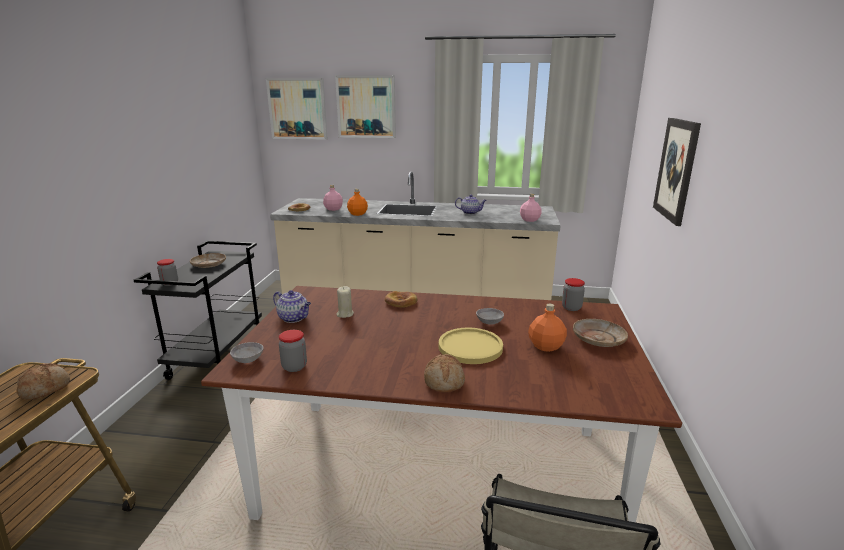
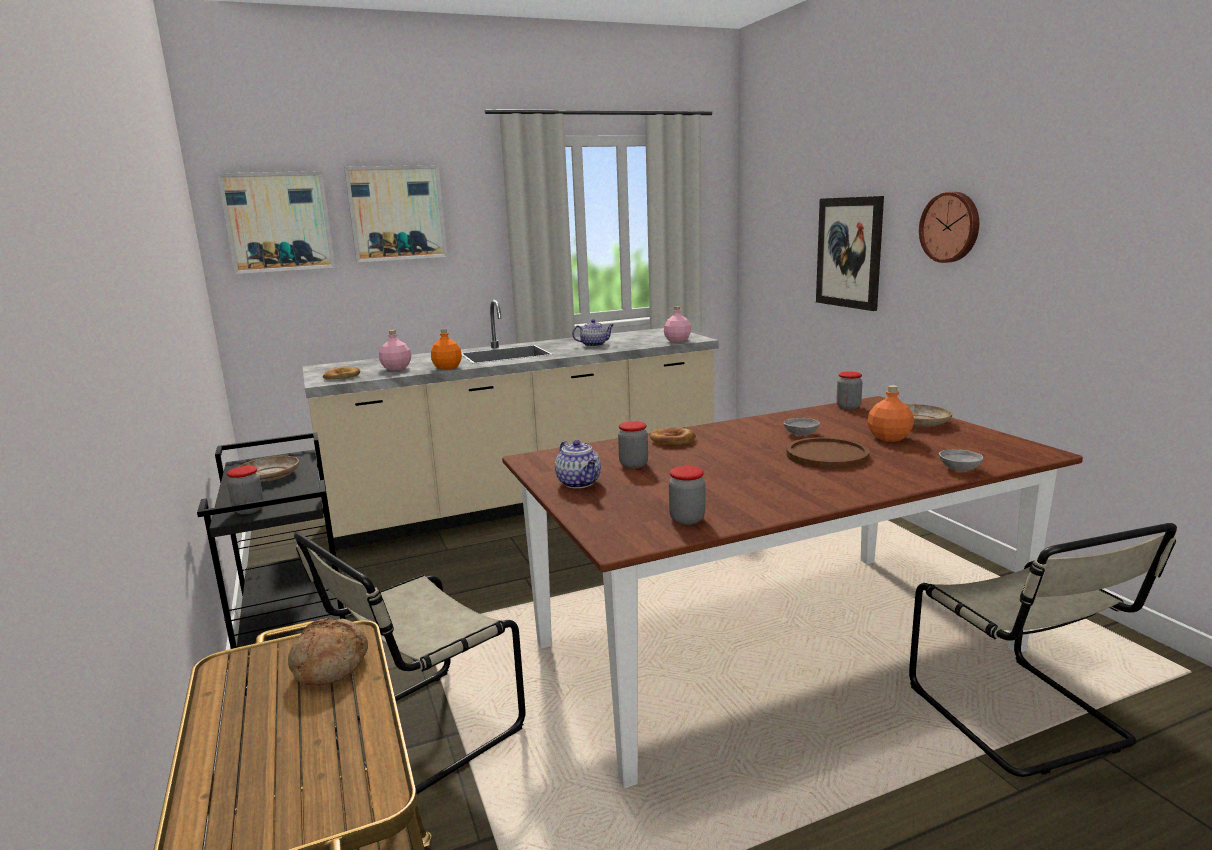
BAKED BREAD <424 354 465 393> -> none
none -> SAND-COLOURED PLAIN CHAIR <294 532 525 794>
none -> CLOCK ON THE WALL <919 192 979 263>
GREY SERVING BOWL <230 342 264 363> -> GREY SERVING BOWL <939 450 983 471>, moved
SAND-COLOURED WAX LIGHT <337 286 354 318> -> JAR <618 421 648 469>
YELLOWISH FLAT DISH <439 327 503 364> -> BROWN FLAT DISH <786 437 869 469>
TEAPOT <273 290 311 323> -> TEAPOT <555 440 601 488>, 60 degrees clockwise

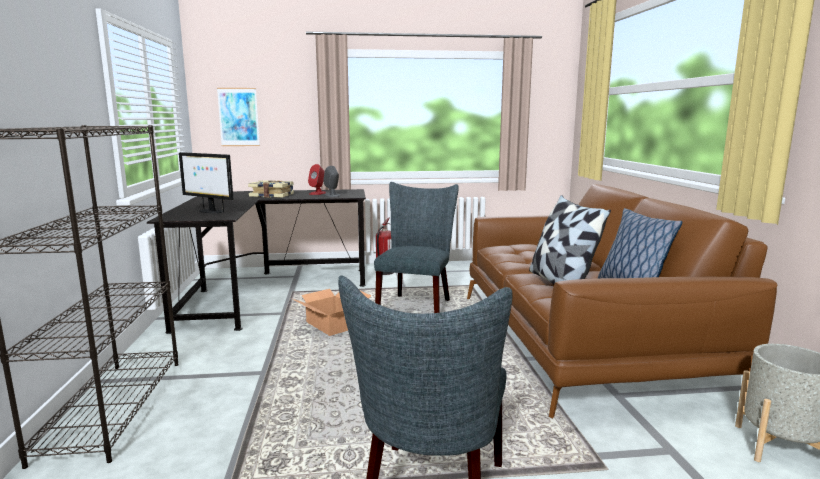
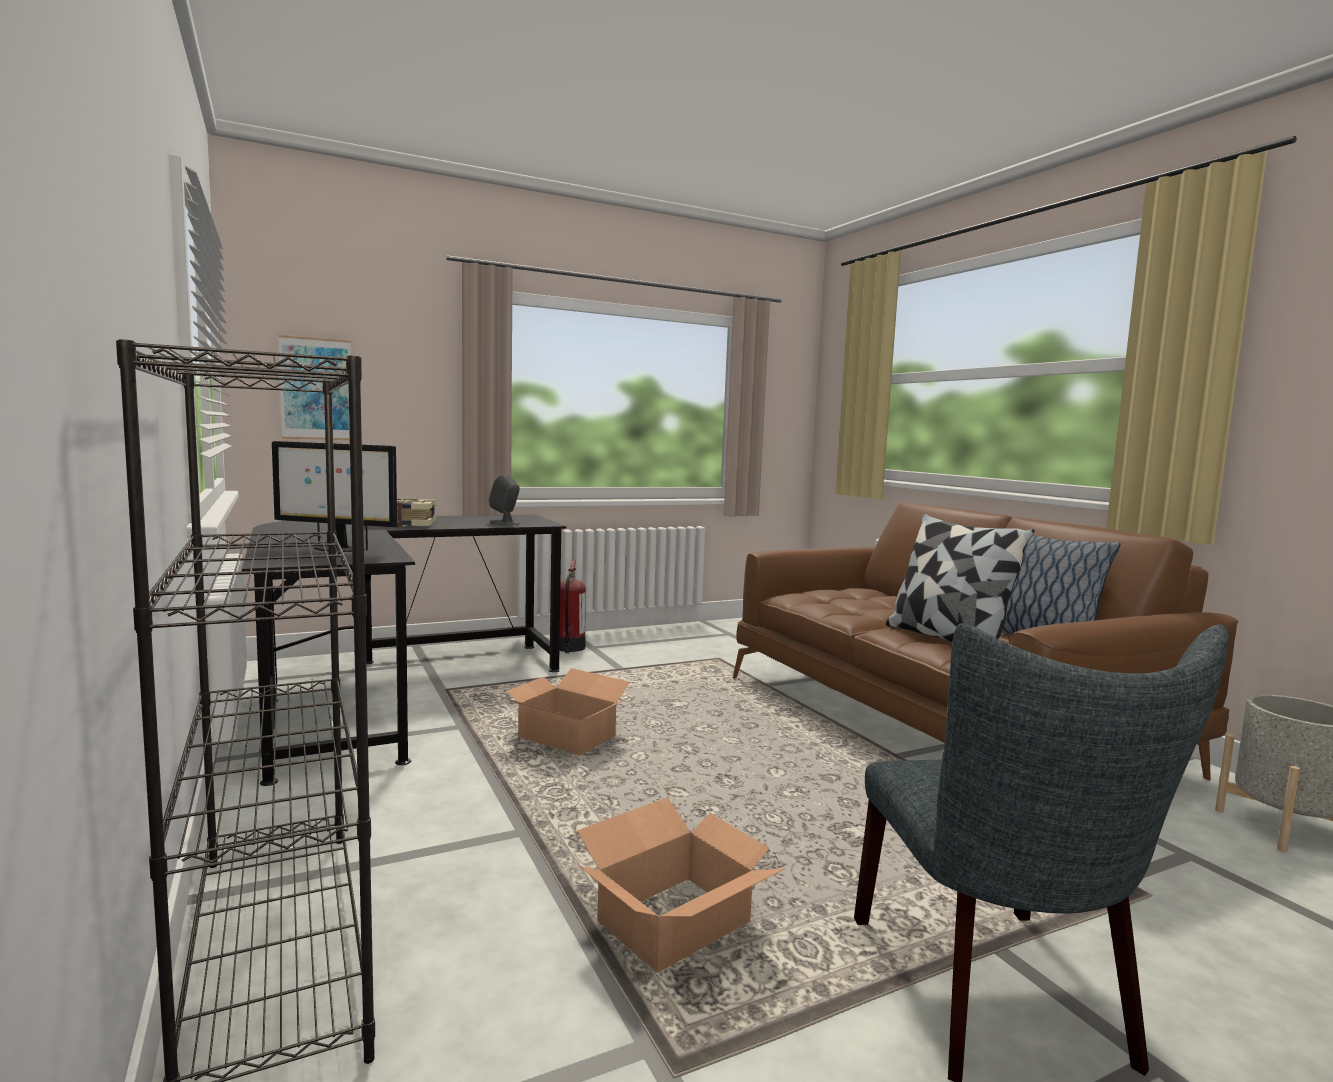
RED AUDIO SPEAKER <308 164 326 195> -> none
GREY PLAIN CHAIR <374 182 459 313> -> none
none -> PACKING BOX <577 797 785 973>

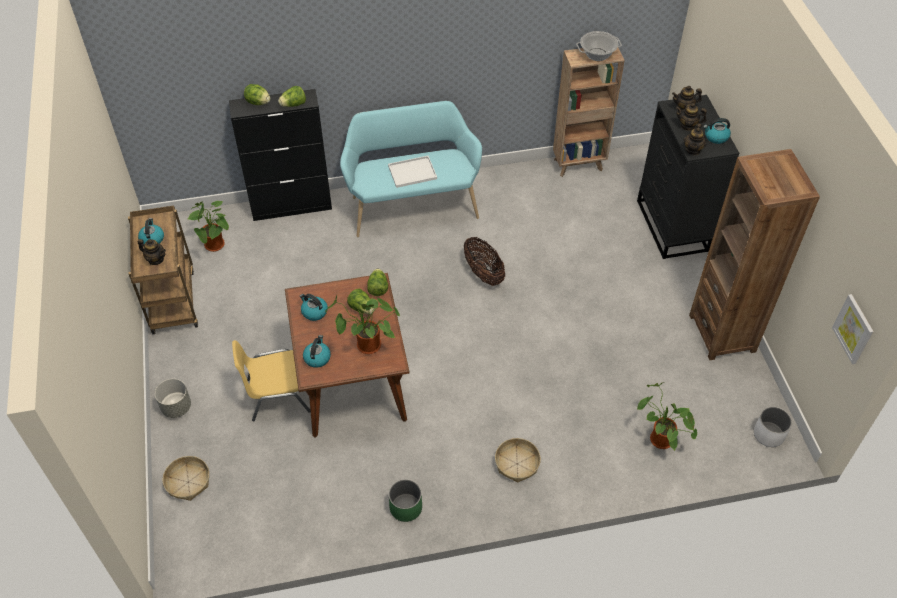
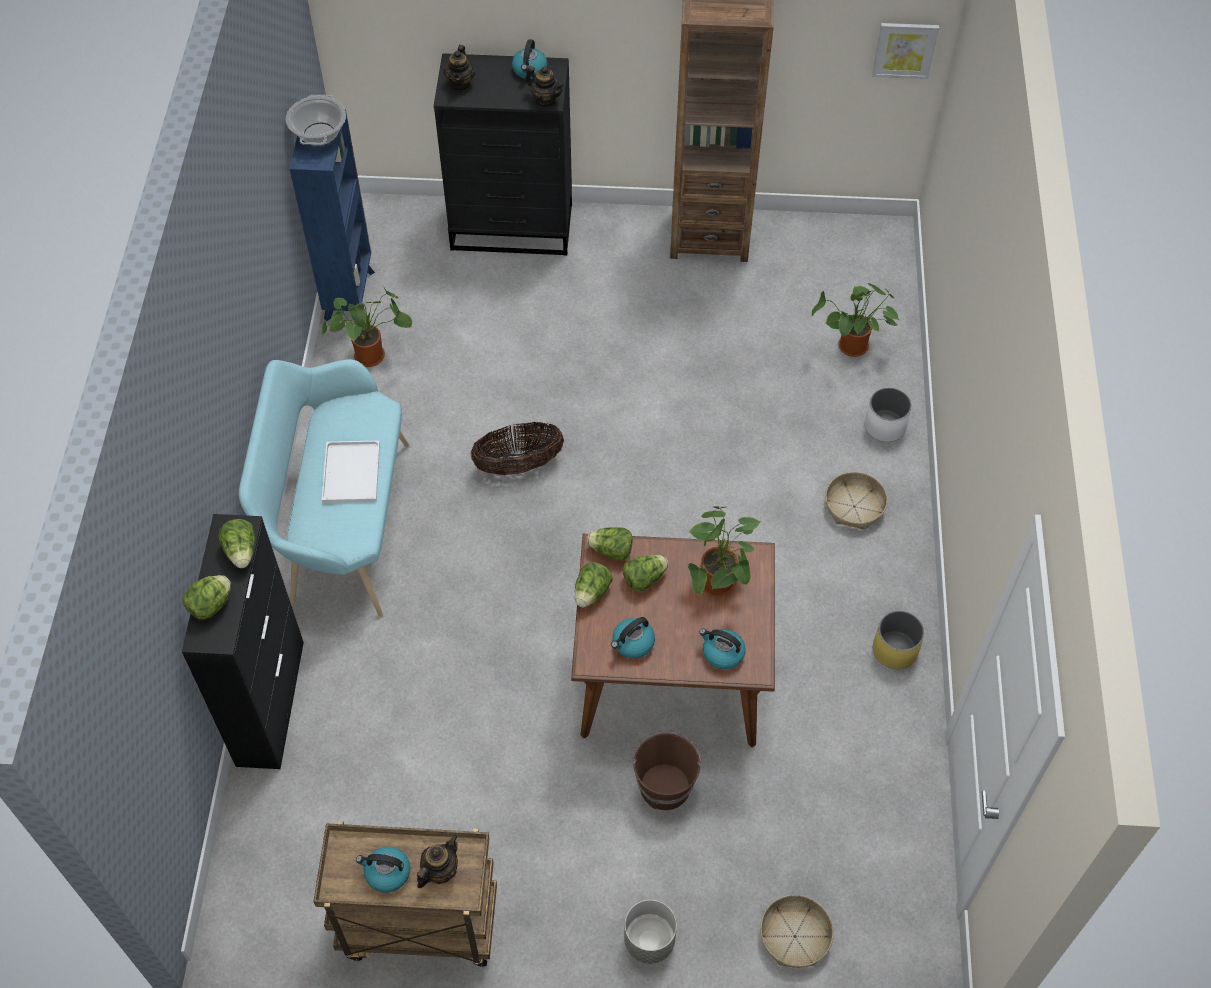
TEAPOT <676 103 707 131> -> none
none -> LETTUCE HEAD <575 562 613 607>
PLANT IN A POT <188 201 229 252> -> PLANT IN A POT <322 287 412 367>, moved
WHITISH PLANT POT <754 407 792 447> -> WHITISH PLANT POT <865 387 912 442>, moved
YELLOWISH PLAIN CHAIR <232 340 311 421> -> BROWN BUCKET <633 731 701 810>
GREEN PLANT POT <389 479 422 522> -> YELLOWISH PLANT POT <873 610 924 669>
BROWN SHELVING UNIT <553 48 625 177> -> BLUE-COLOURED SHELVING UNIT <290 109 375 321>

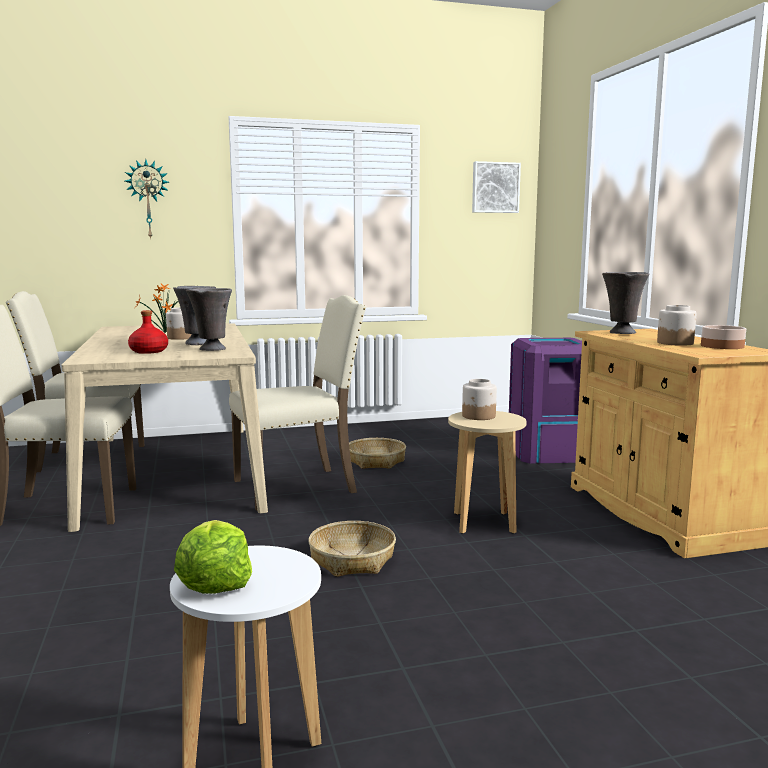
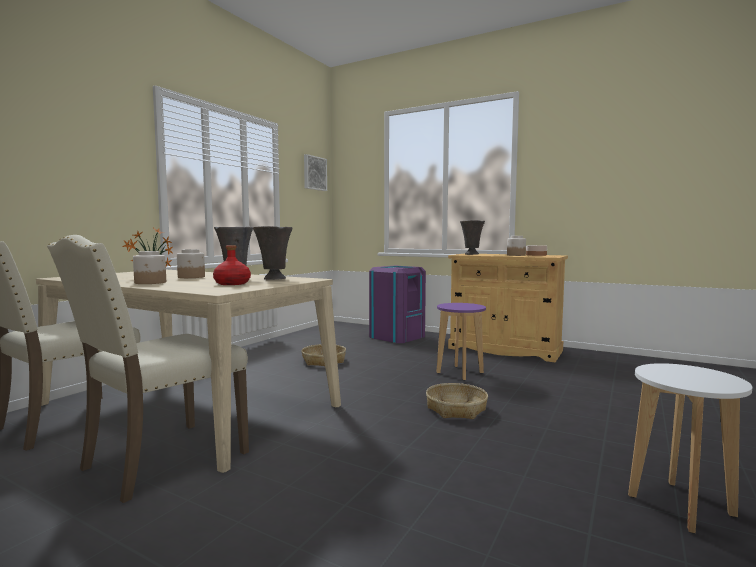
CLOCK ON THE WALL <125 159 169 240> -> none
LETTUCE HEAD <174 520 252 594> -> none
SAND-COLOURED PLAIN CHAIR <229 295 366 511> -> none
JAR <462 379 497 420> -> JAR <133 251 166 284>, moved
SAND-COLOURED STOOL SEAT <448 411 527 534> -> PURPLISH STOOL SEAT <437 303 486 380>

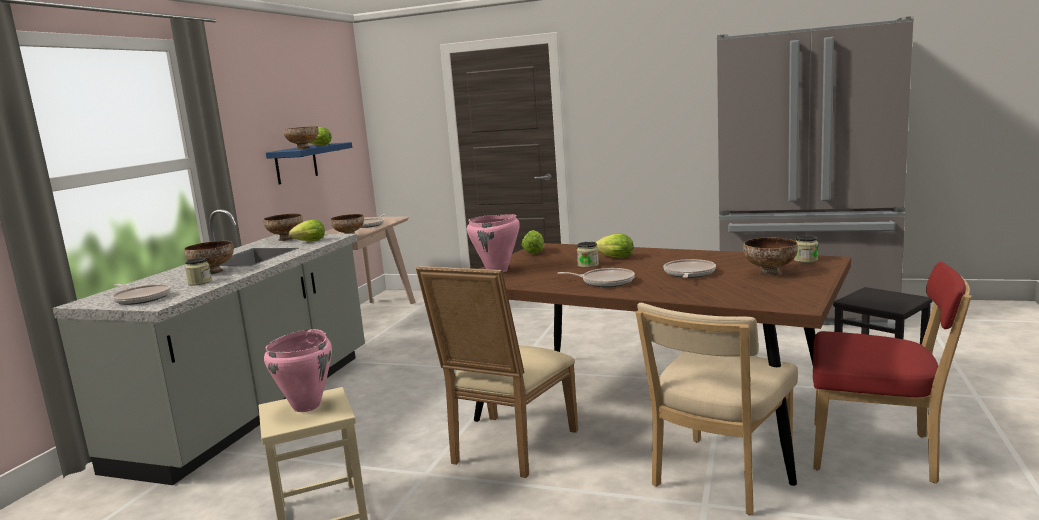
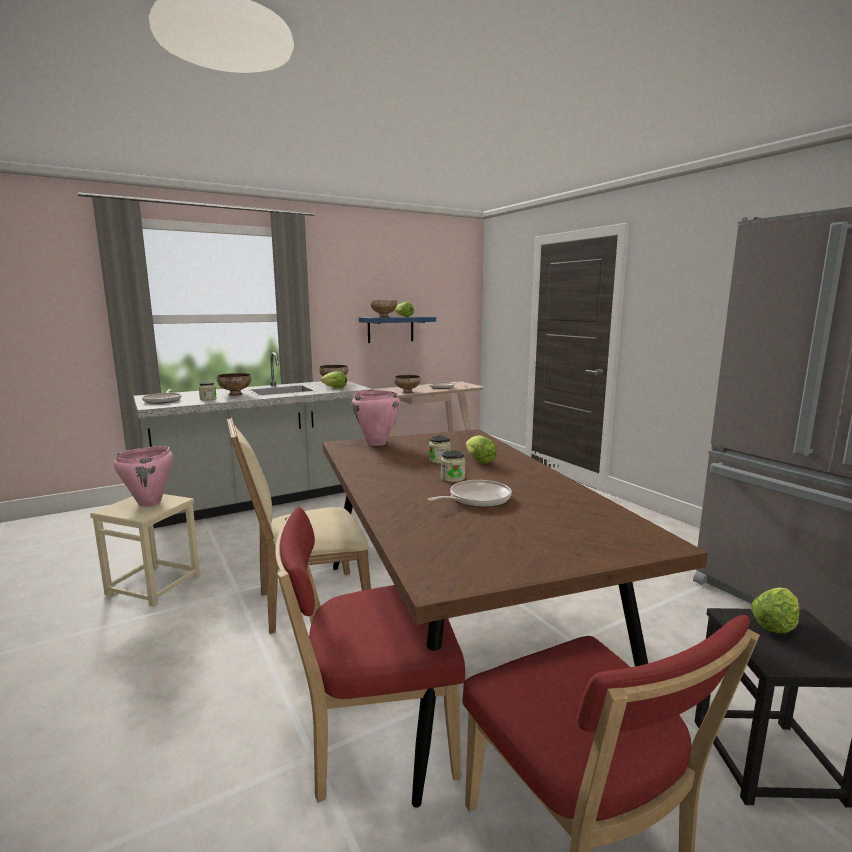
FRYING PAN <557 268 635 287> -> none
SERVING BOWL <743 238 798 276> -> none
LETTUCE HEAD <522 230 544 254> -> LETTUCE HEAD <751 587 799 633>, moved
JAR <794 235 818 263> -> JAR <441 451 465 482>, moved
SAND-COLOURED PLAIN CHAIR <636 303 798 515> -> RED PLAIN CHAIR <275 507 465 803>

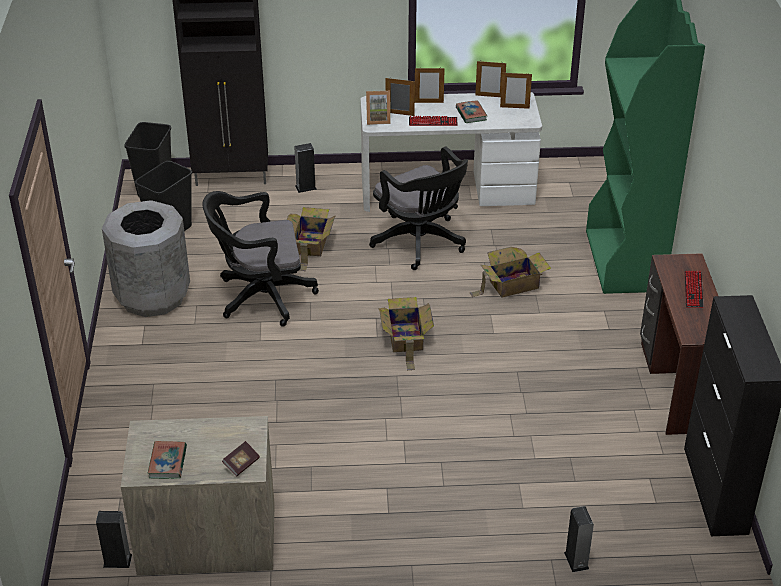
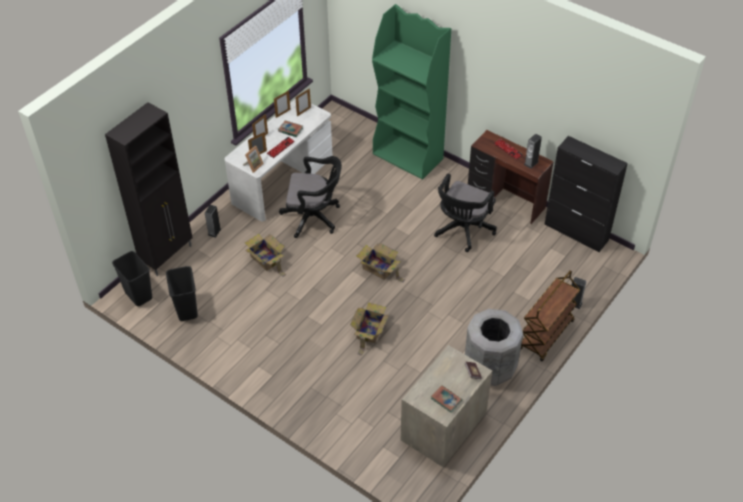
none -> BROWN WHEELED CART <521 270 580 361>
AUDIO SPEAKER <96 511 132 568> -> AUDIO SPEAKER <524 134 542 169>, moved
GREY TRASH CAN <102 200 190 317> -> GREY TRASH CAN <465 309 523 386>, moved
BLACK-COLOURED OFFICE CHAIR <202 191 319 327> -> BLACK-COLOURED OFFICE CHAIR <434 174 497 252>, moved
PACKING BOX <470 247 551 297> -> PACKING BOX <350 302 389 355>, moved

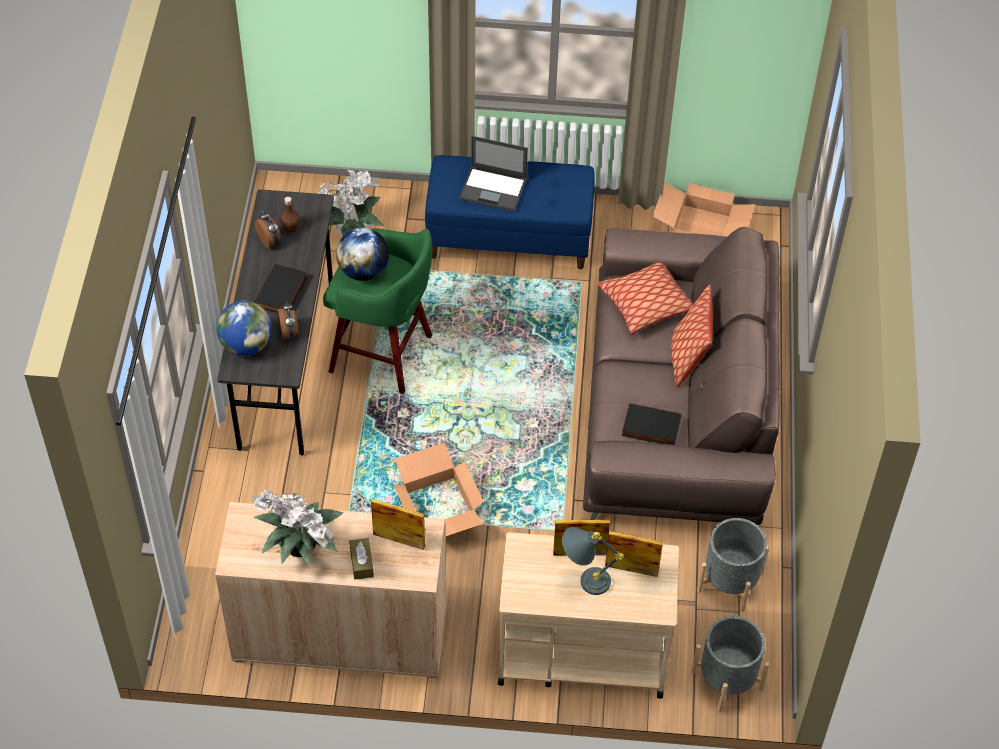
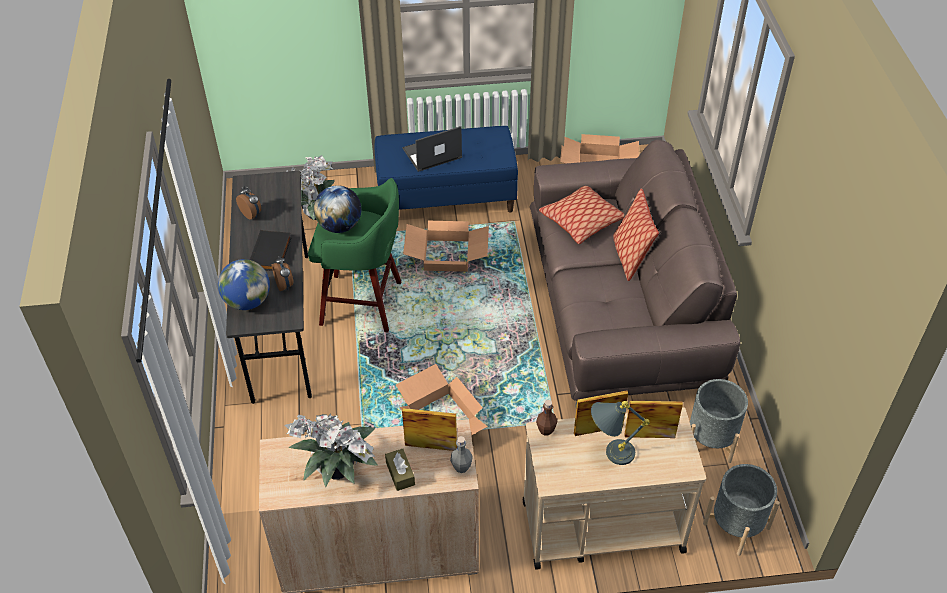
BLACK-COLOURED BOOK <622 403 682 445> -> none
none -> PACKING BOX <403 221 489 272>
none -> GREY BEVERAGE BOTTLE <450 436 473 473>
BROWN BEVERAGE BOTTLE <280 197 300 233> -> BROWN BEVERAGE BOTTLE <536 400 558 436>, moved
PORTABLE COMPUTER <459 136 528 212> -> PORTABLE COMPUTER <402 126 462 172>, 150 degrees clockwise

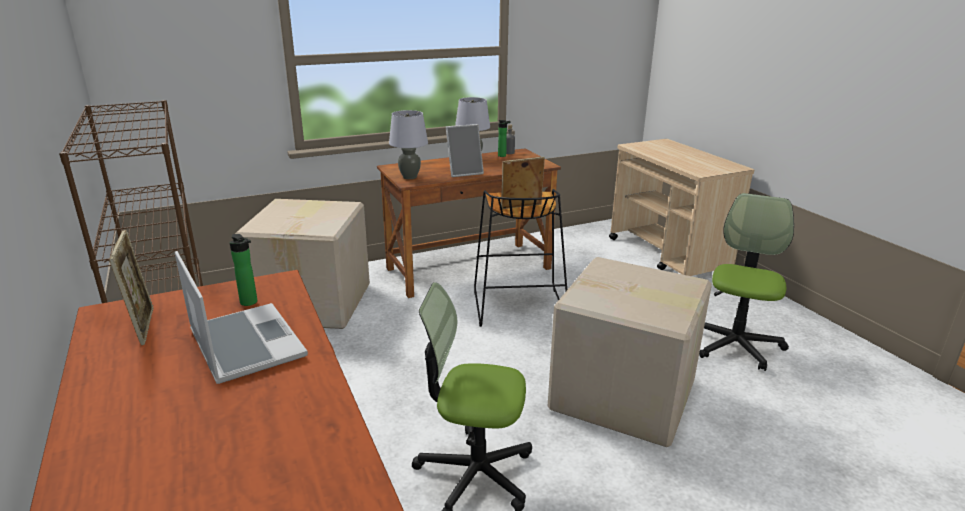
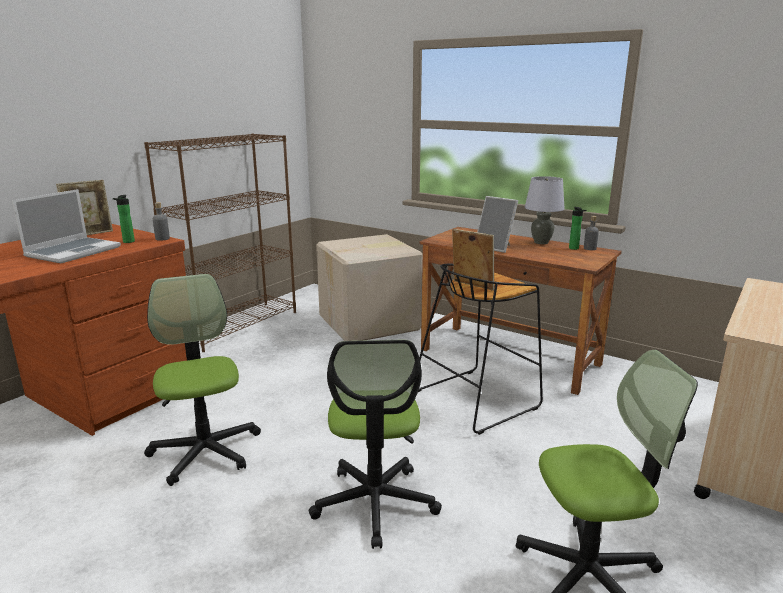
GREY TABLE LAMP <389 110 428 179> -> none
none -> GREY BEVERAGE BOTTLE <153 202 170 241>
PACKING BOX <548 257 712 447> -> OFFICE CHAIR <309 340 442 549>

